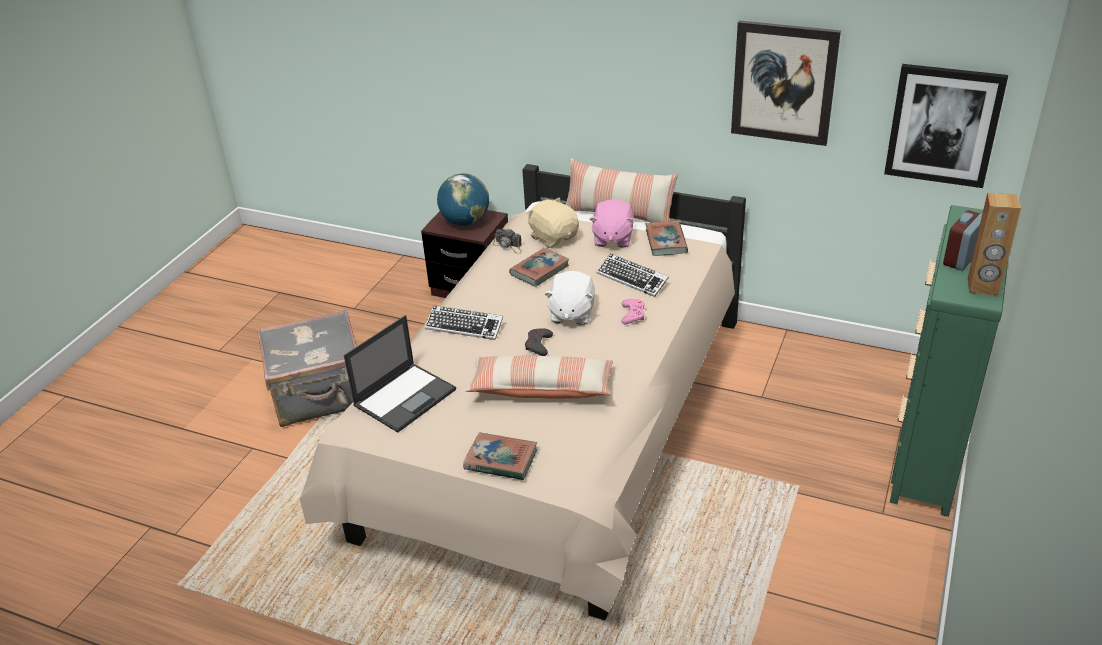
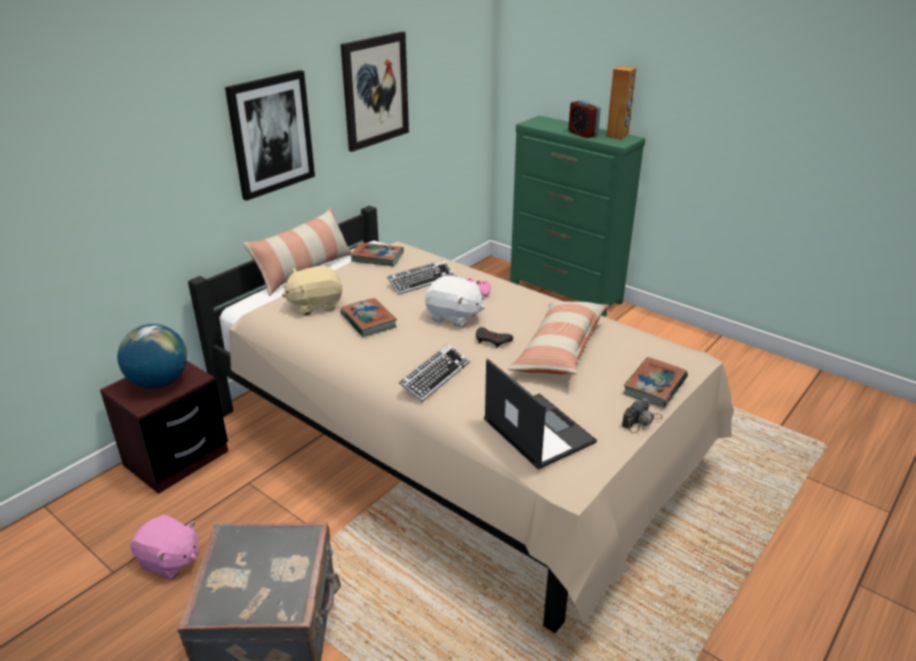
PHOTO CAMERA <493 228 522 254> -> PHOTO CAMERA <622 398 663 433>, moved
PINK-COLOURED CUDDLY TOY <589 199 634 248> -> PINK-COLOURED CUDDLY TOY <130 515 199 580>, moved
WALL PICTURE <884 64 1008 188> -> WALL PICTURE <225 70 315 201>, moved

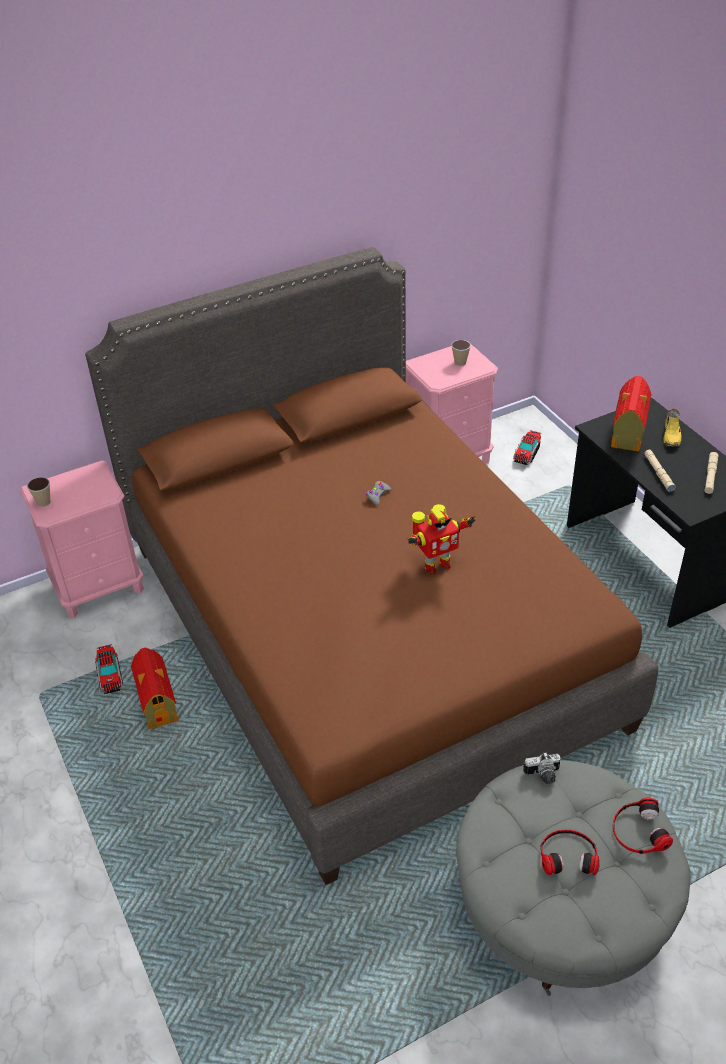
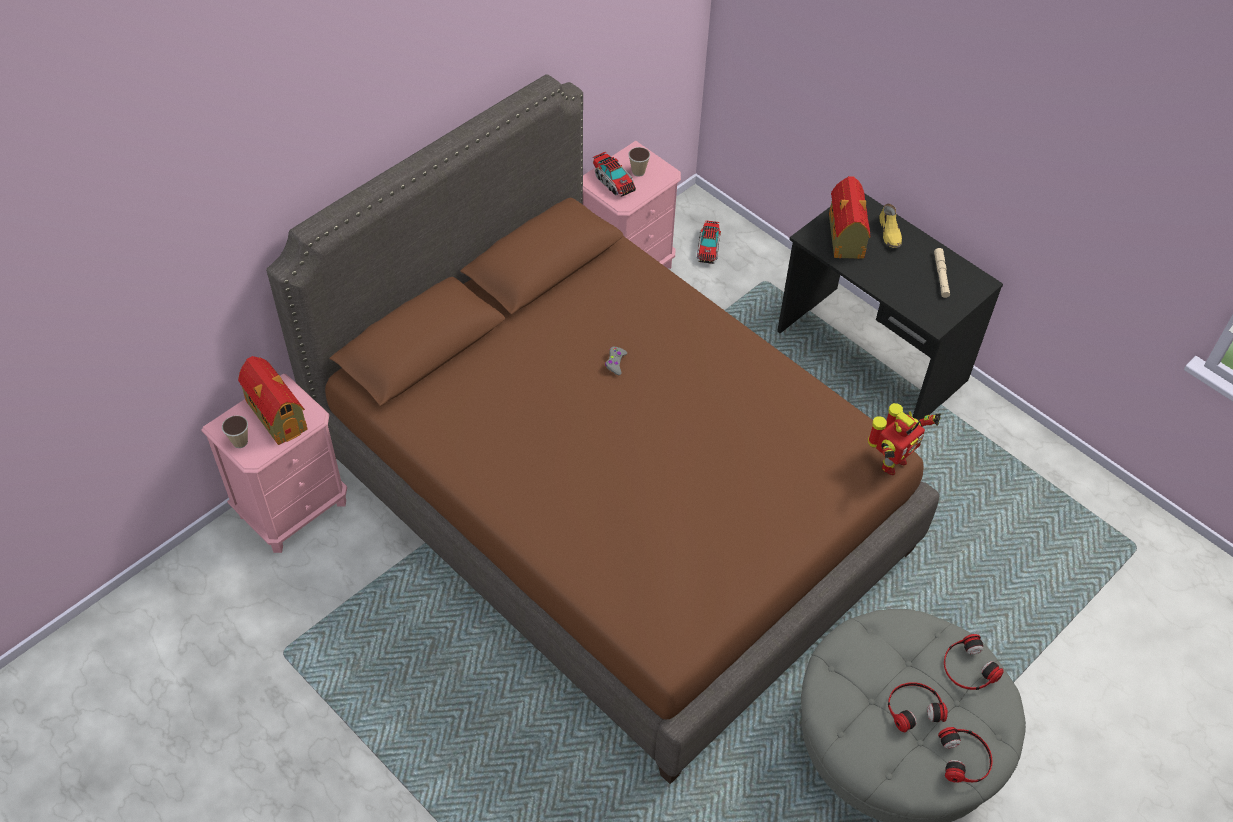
PHOTO CAMERA <523 752 561 784> -> none
SAND-COLOURED HAND TORCH <644 450 676 491> -> none
none -> PAIR OF HEADPHONES <938 727 993 783>
TOY LORRY <95 644 123 694> -> TOY LORRY <593 152 636 197>, moved
MODEL HOUSE <131 648 178 729> -> MODEL HOUSE <238 356 308 445>, moved
TOY ROBOT <408 504 475 574> -> TOY ROBOT <868 403 941 475>, moved

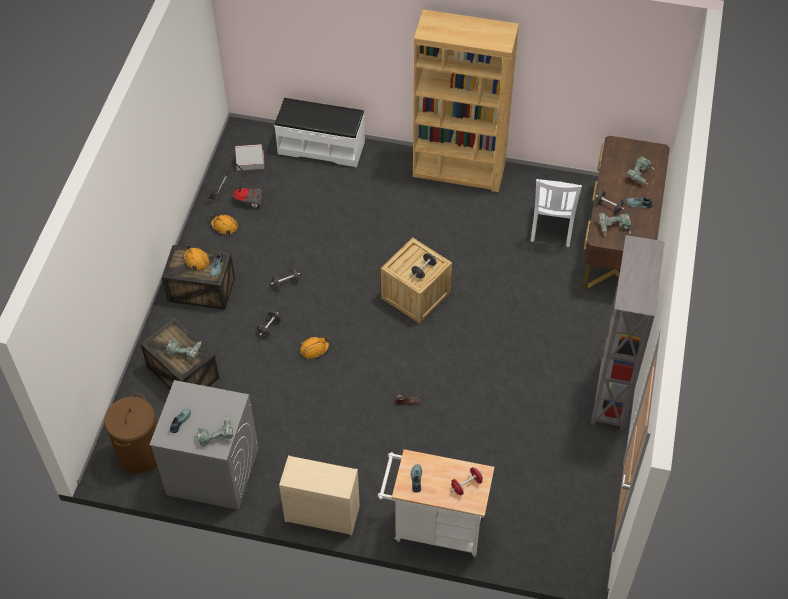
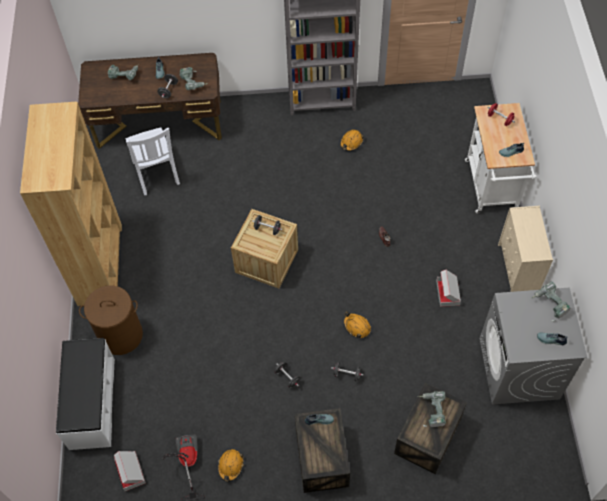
none -> PACKING BOX <436 270 461 307>
BROWN LAUNDRY BASKET <104 393 157 474> -> BROWN LAUNDRY BASKET <79 285 143 355>, moved
ORANGE SAFETY HELMET <183 245 209 271> -> ORANGE SAFETY HELMET <340 129 364 151>, moved
WHITISH PLAIN CHAIR <531 179 582 247> -> WHITISH PLAIN CHAIR <125 128 180 195>, 75 degrees clockwise

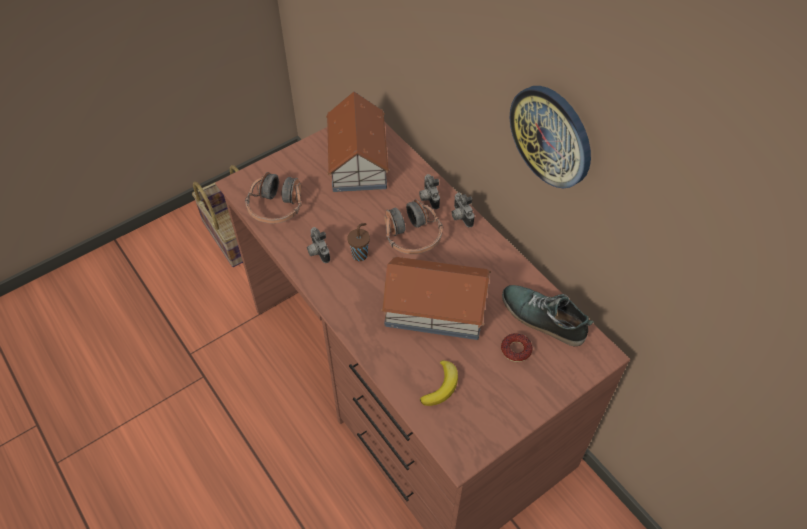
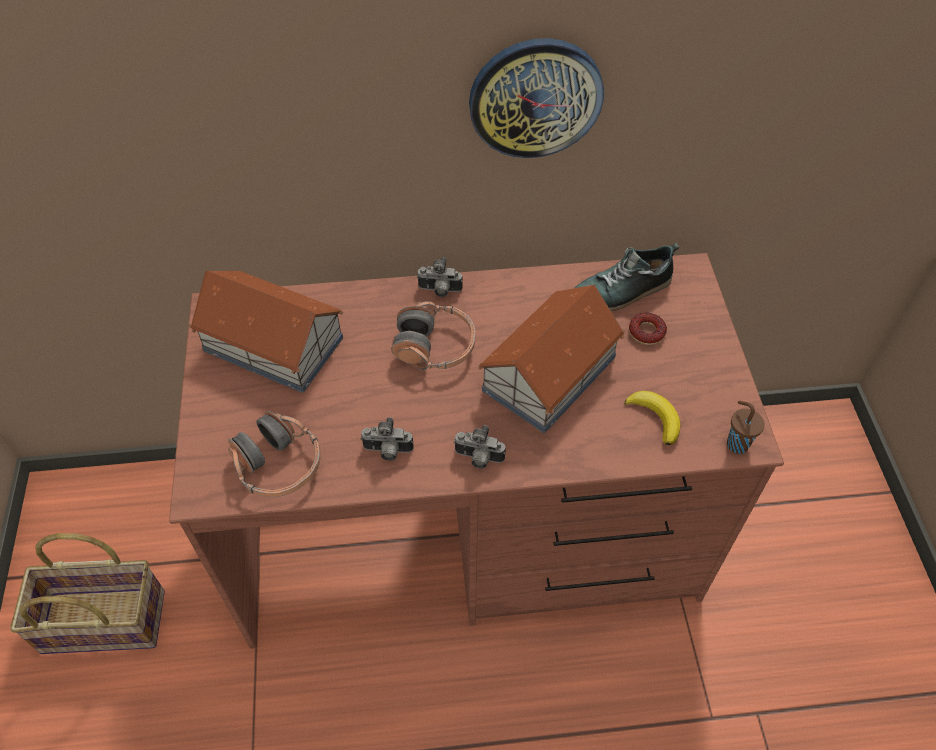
BROWN CUP <347 223 370 261> -> BROWN CUP <727 401 765 454>, moved
PHOTO CAMERA <419 174 440 209> -> PHOTO CAMERA <454 425 506 468>, moved

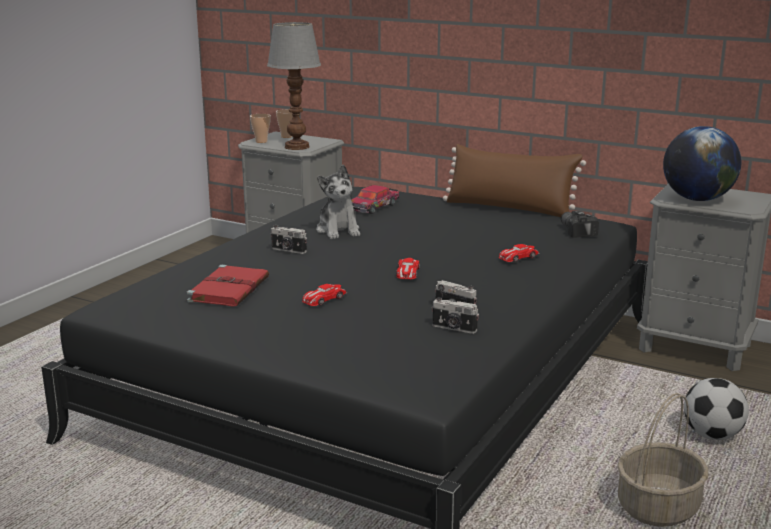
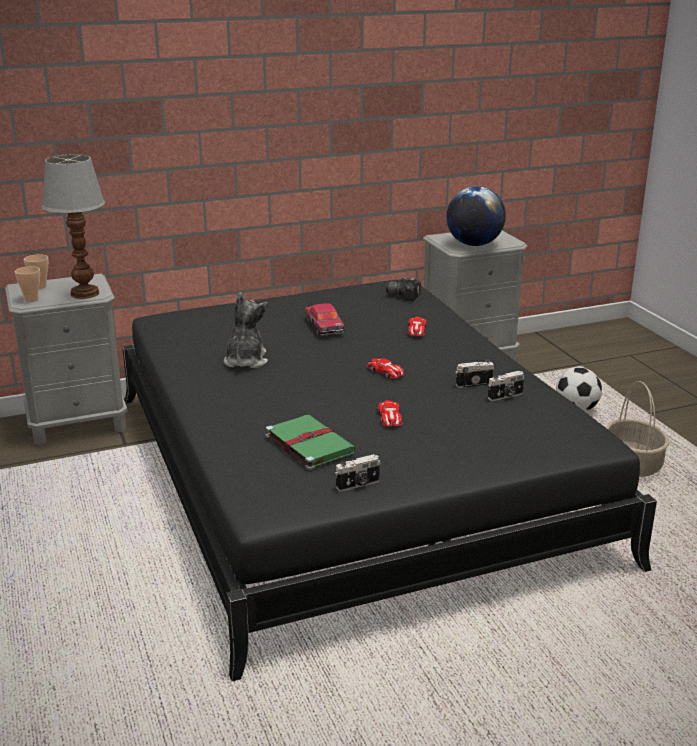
BROWN PILLOW <443 144 586 217> -> none
PHOTO CAMERA <271 225 307 254> -> PHOTO CAMERA <335 454 381 492>, moved
TOY CAR <351 185 399 214> -> TOY CAR <305 303 345 336>, moved
RED BOOK <186 265 269 307> -> GREEN BOOK <266 415 356 470>
CUDDLY TOY <316 165 360 239> -> CUDDLY TOY <224 292 268 368>, 105 degrees counterclockwise

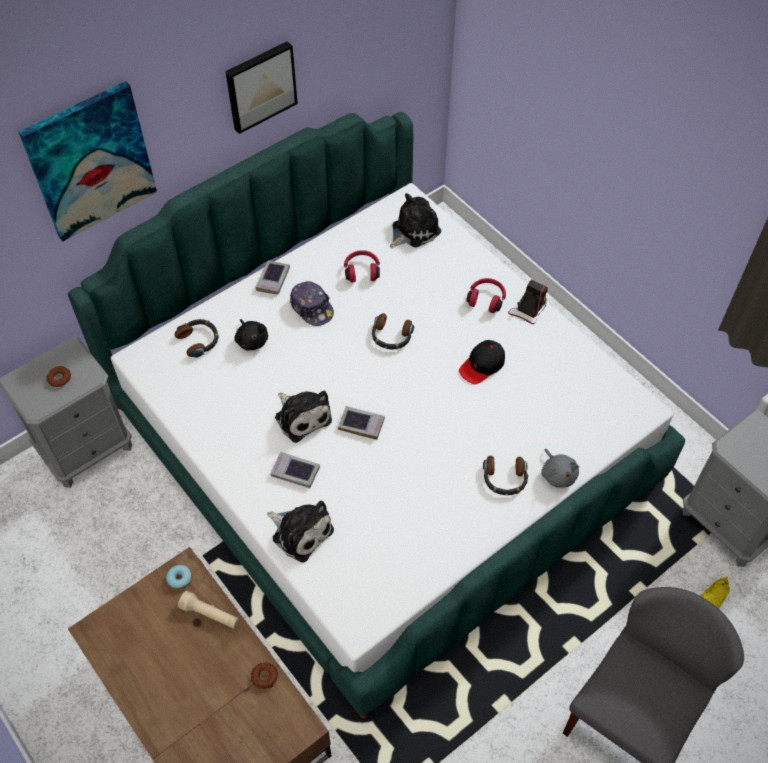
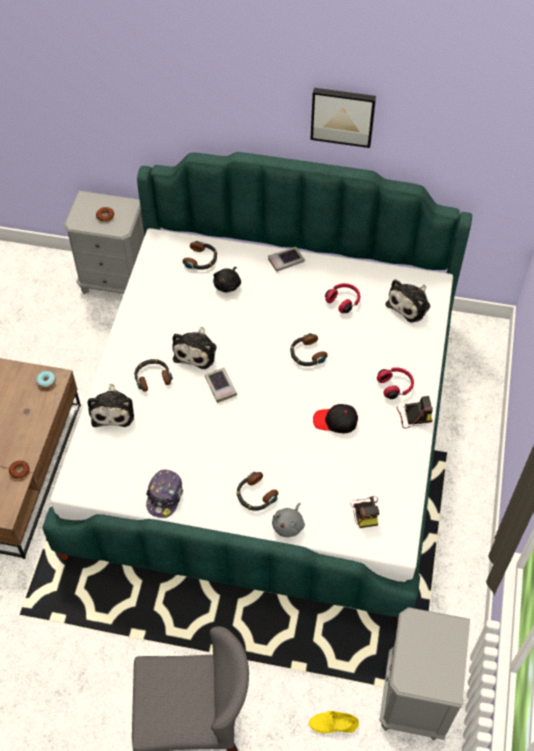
WALL PICTURE <19 81 157 242> -> none
SAND-COLOURED HAND TORCH <178 591 239 629> -> none
none -> PHOTO CAMERA <350 496 379 528>
CAP <290 281 334 326> -> CAP <146 470 183 518>, moved
BOOK <271 452 320 488> -> PAIR OF HEADPHONES <134 359 173 392>
CUDDLY TOY <390 193 441 249> -> CUDDLY TOY <386 279 430 323>, 120 degrees clockwise

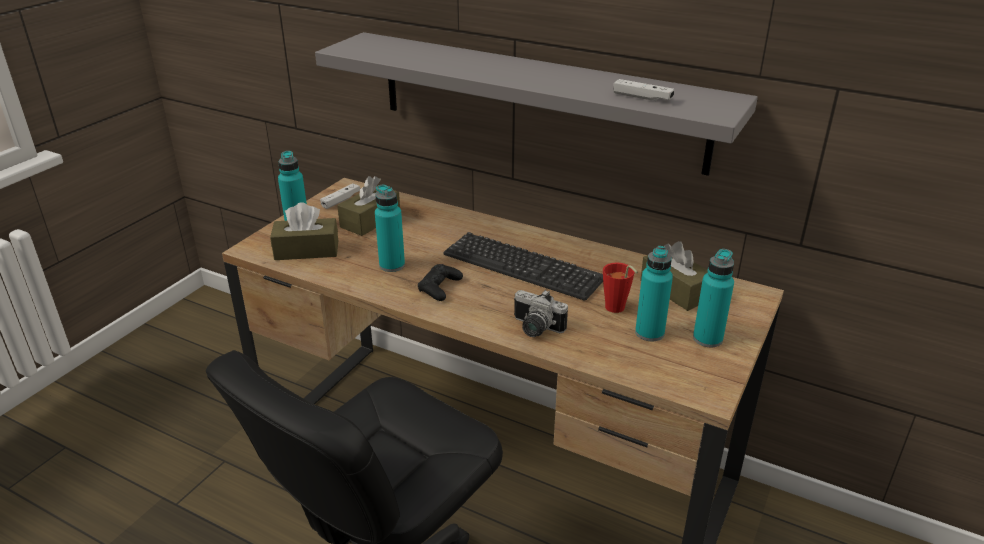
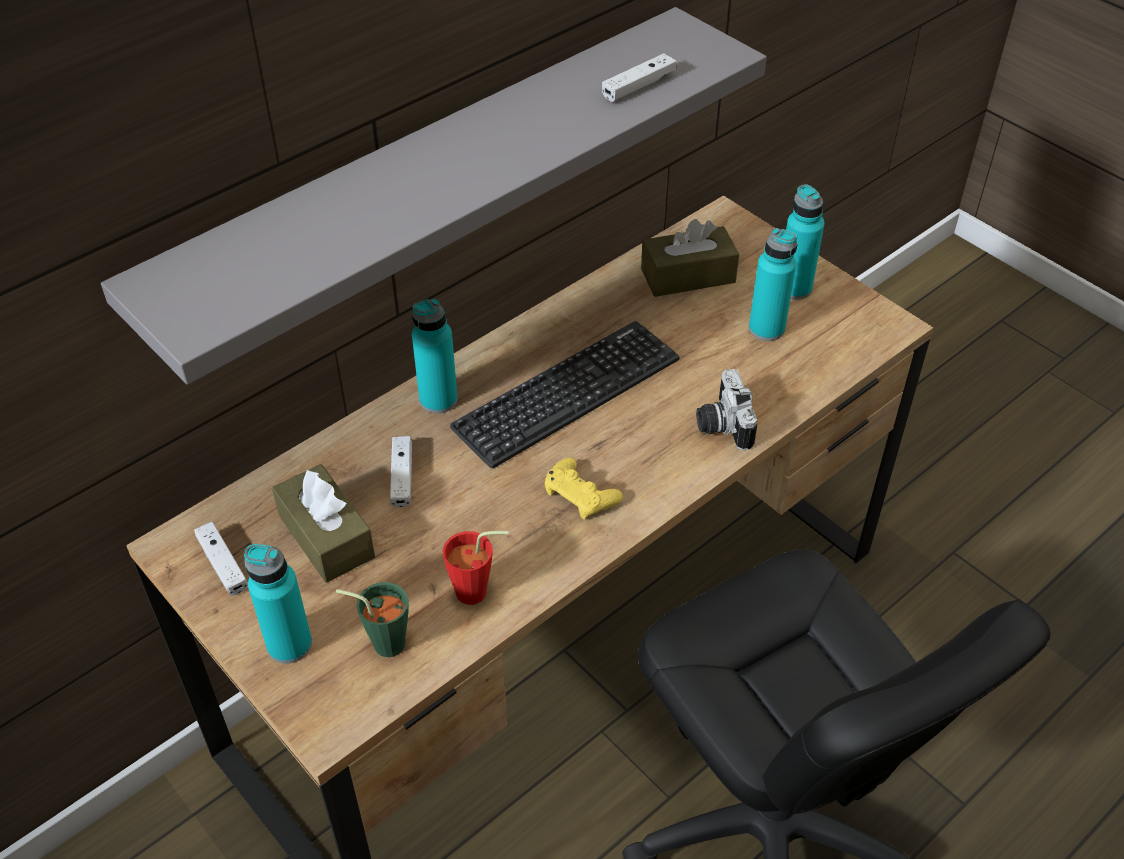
none -> WHITISH GAMEPAD <390 436 412 508>
TURQUOISE-COLOURED BEVERAGE BOTTLE <375 185 405 272> -> TURQUOISE-COLOURED BEVERAGE BOTTLE <412 298 458 413>, moved
RED CUP <603 263 638 313> -> RED CUP <442 531 509 605>, moved
BROWN TISSUE HOLDER <270 202 338 260> -> GREEN CUP <336 582 409 657>
BLACK-COLOURED GAMEPAD <418 264 463 301> -> YELLOWISH GAMEPAD <544 458 623 519>
PHOTO CAMERA <514 290 568 337> -> PHOTO CAMERA <696 369 757 450>, 120 degrees clockwise

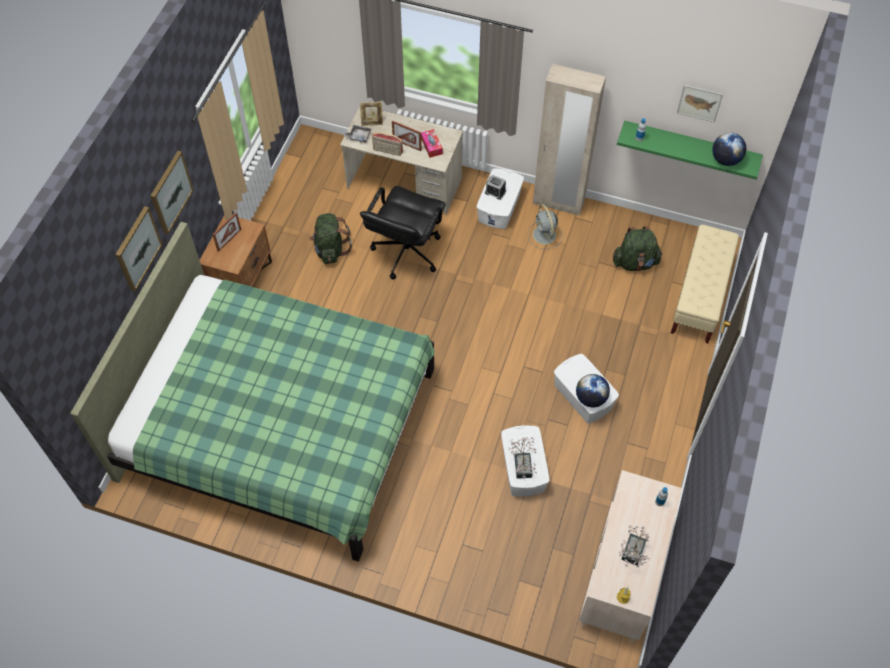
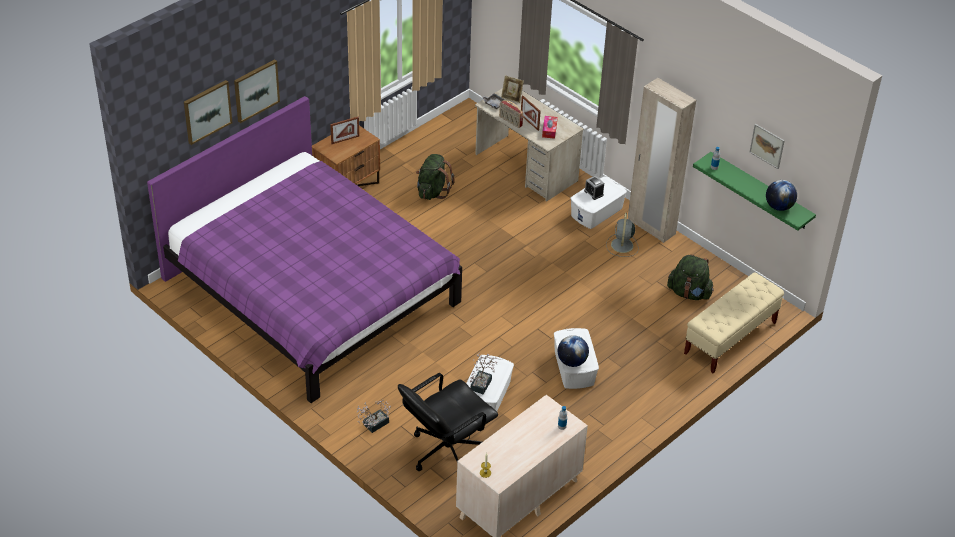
WALL PICTURE <151 151 194 234> -> WALL PICTURE <184 80 232 145>, moved
BLACK-COLOURED OFFICE CHAIR <360 186 446 279> -> BLACK-COLOURED OFFICE CHAIR <398 373 498 471>, moved
PLANT IN A POT <619 525 650 567> -> PLANT IN A POT <356 400 391 433>, moved
GREEN BEDROOM BED <70 222 435 561> -> PURPLISH BEDROOM BED <147 96 462 403>

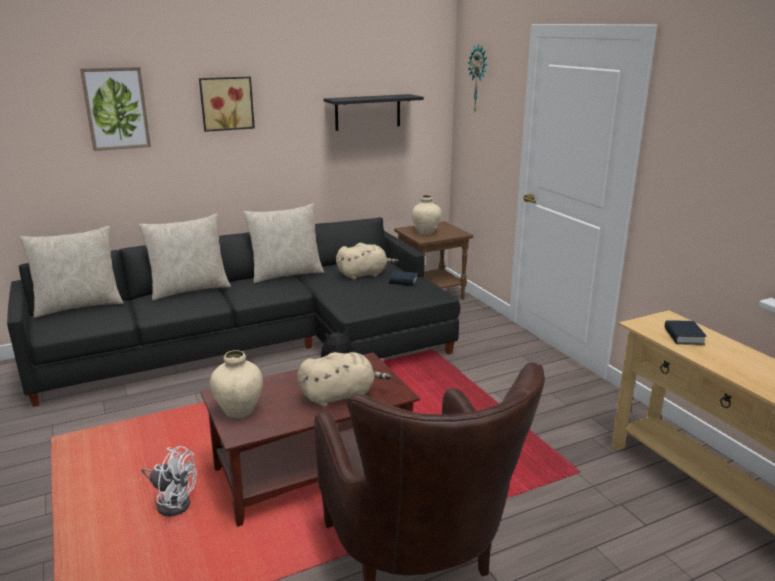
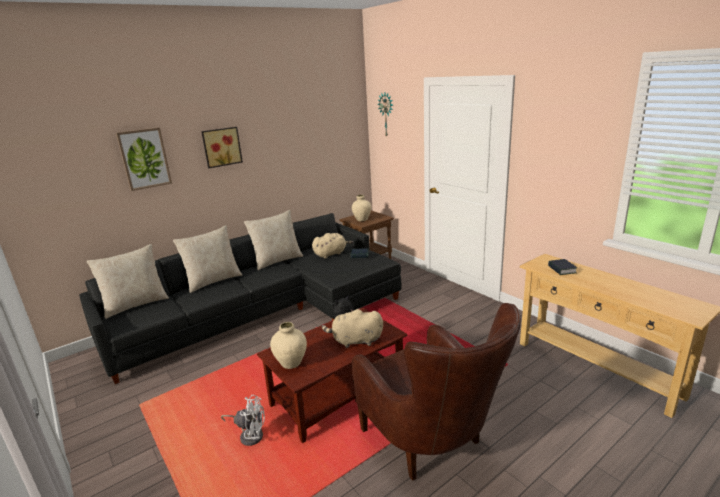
BLACK-COLOURED SHELF <323 94 424 131> -> none
SAND-COLOURED CUDDLY TOY <297 352 391 407> -> SAND-COLOURED CUDDLY TOY <322 309 383 348>, 150 degrees counterclockwise

